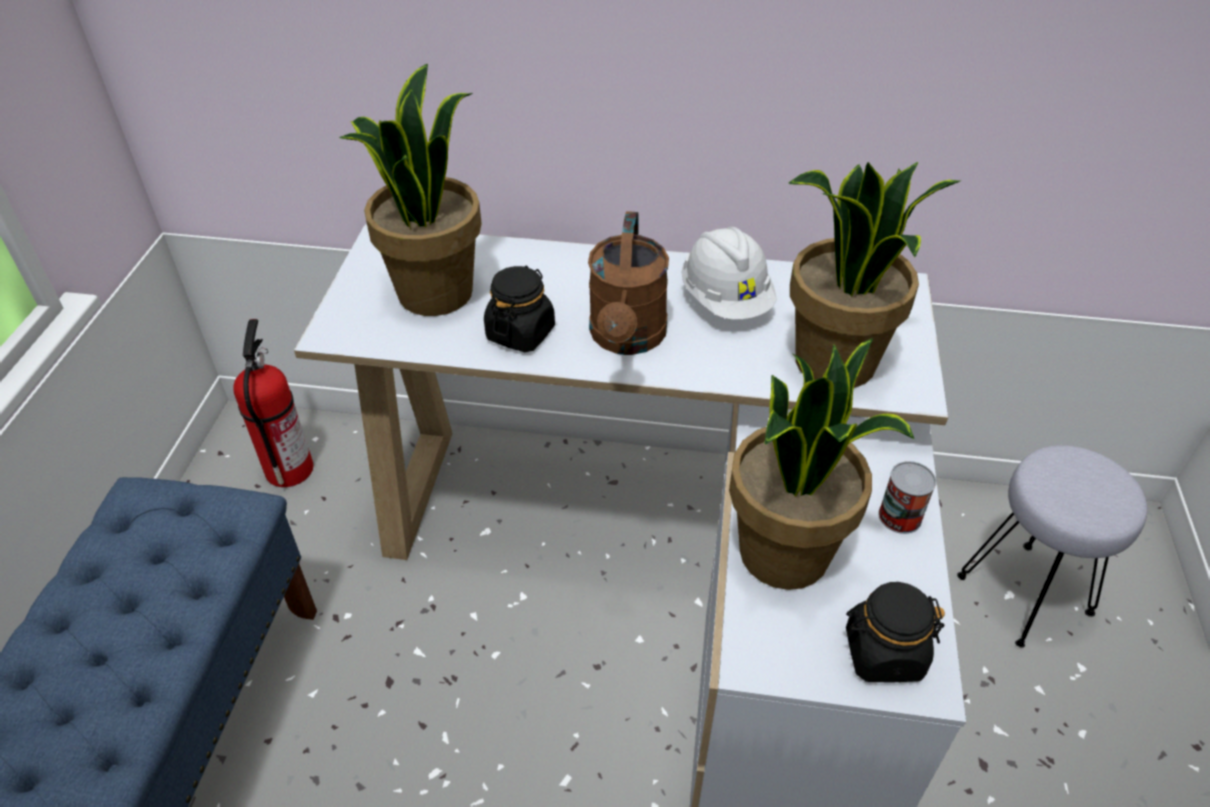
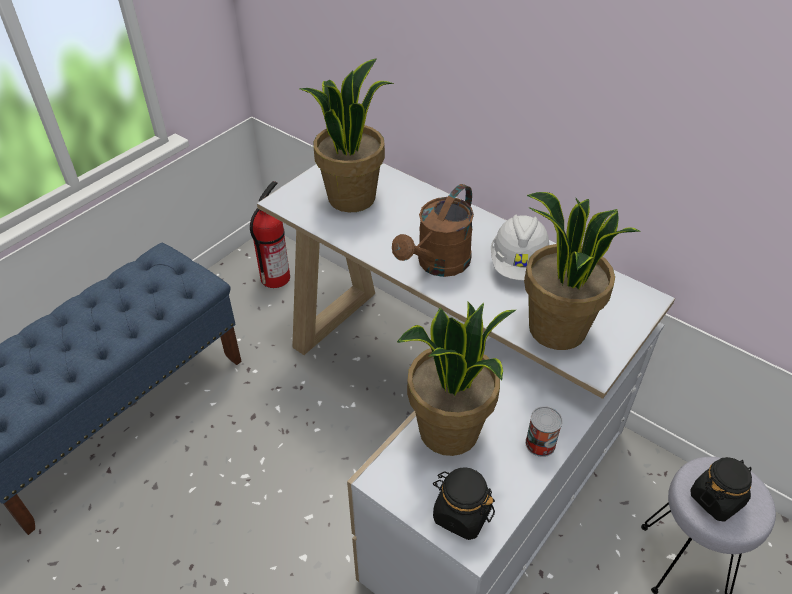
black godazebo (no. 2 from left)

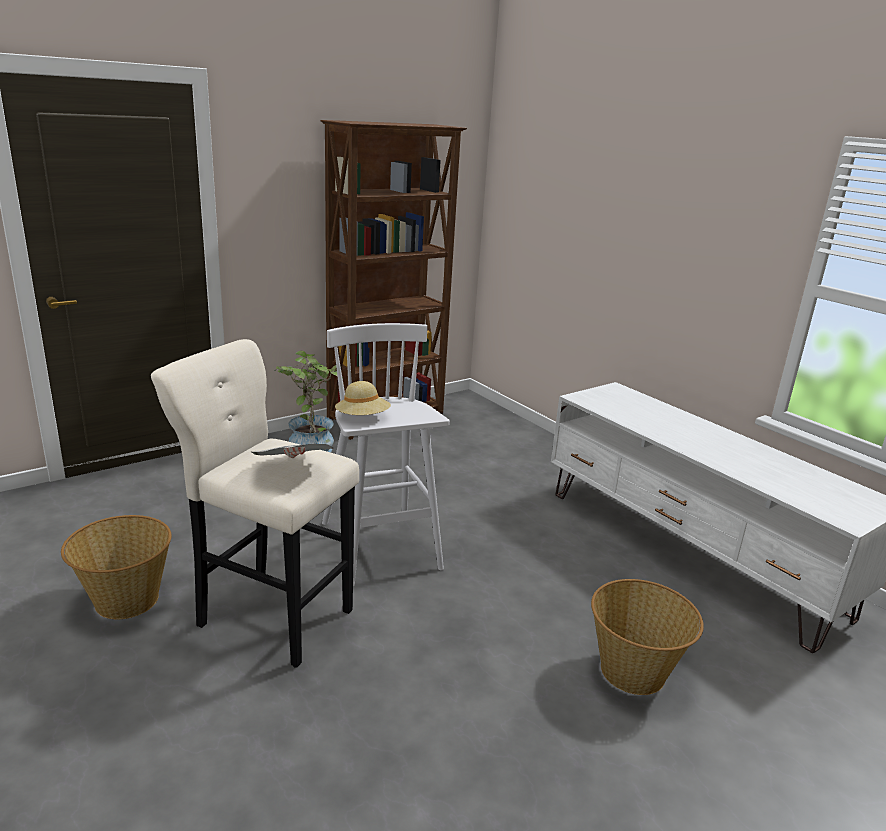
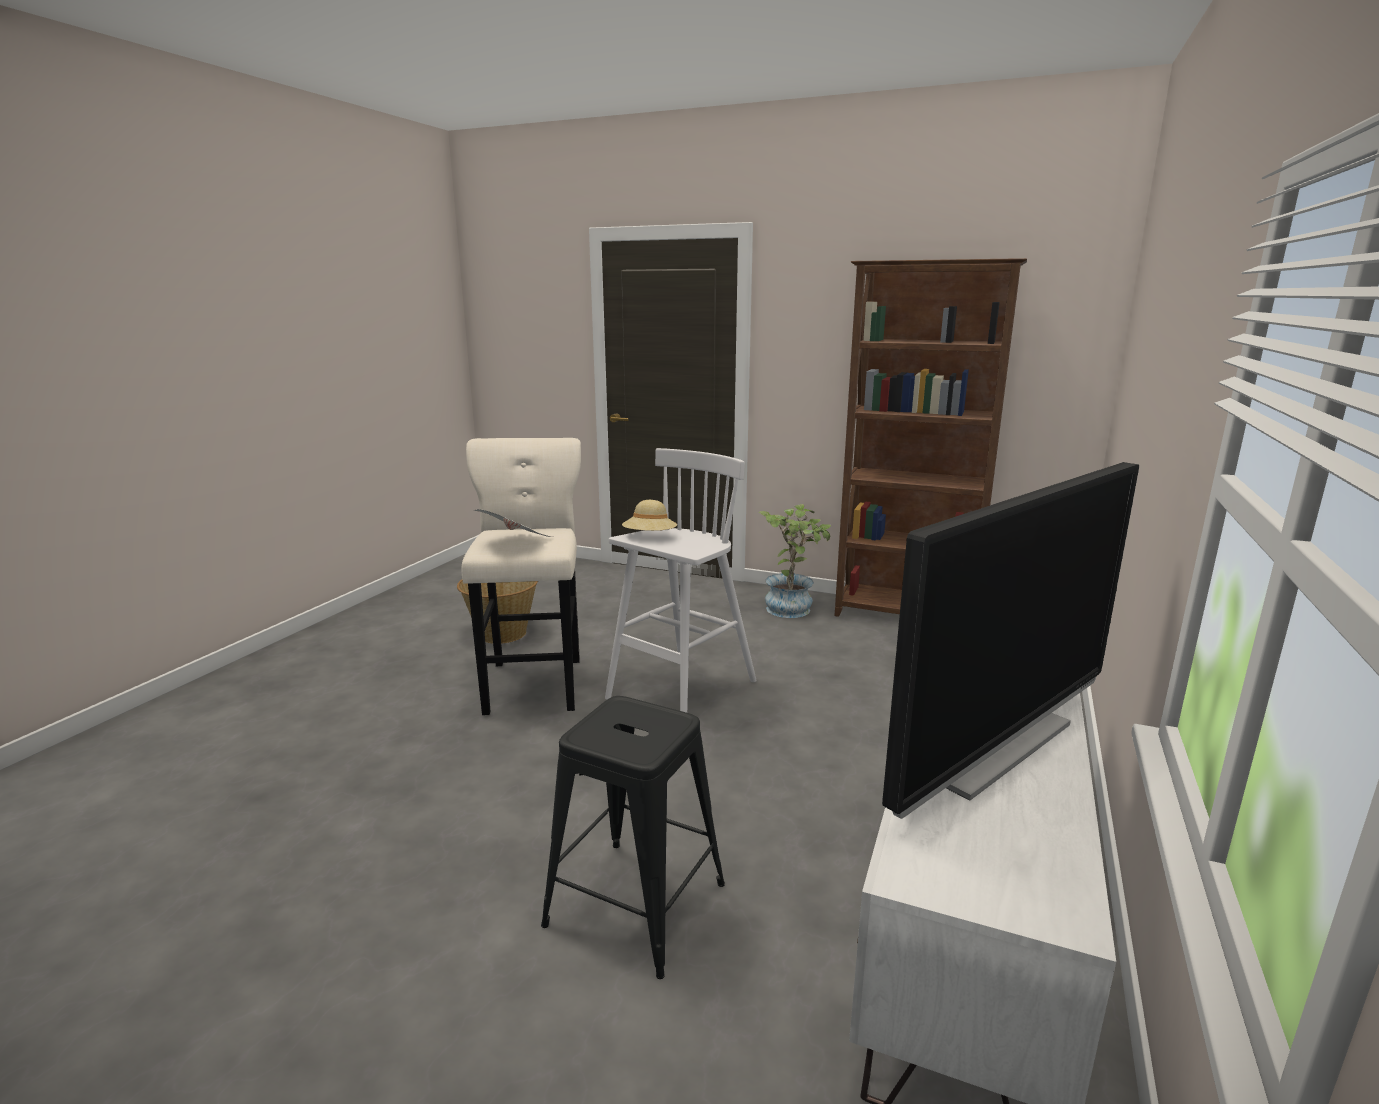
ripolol
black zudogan

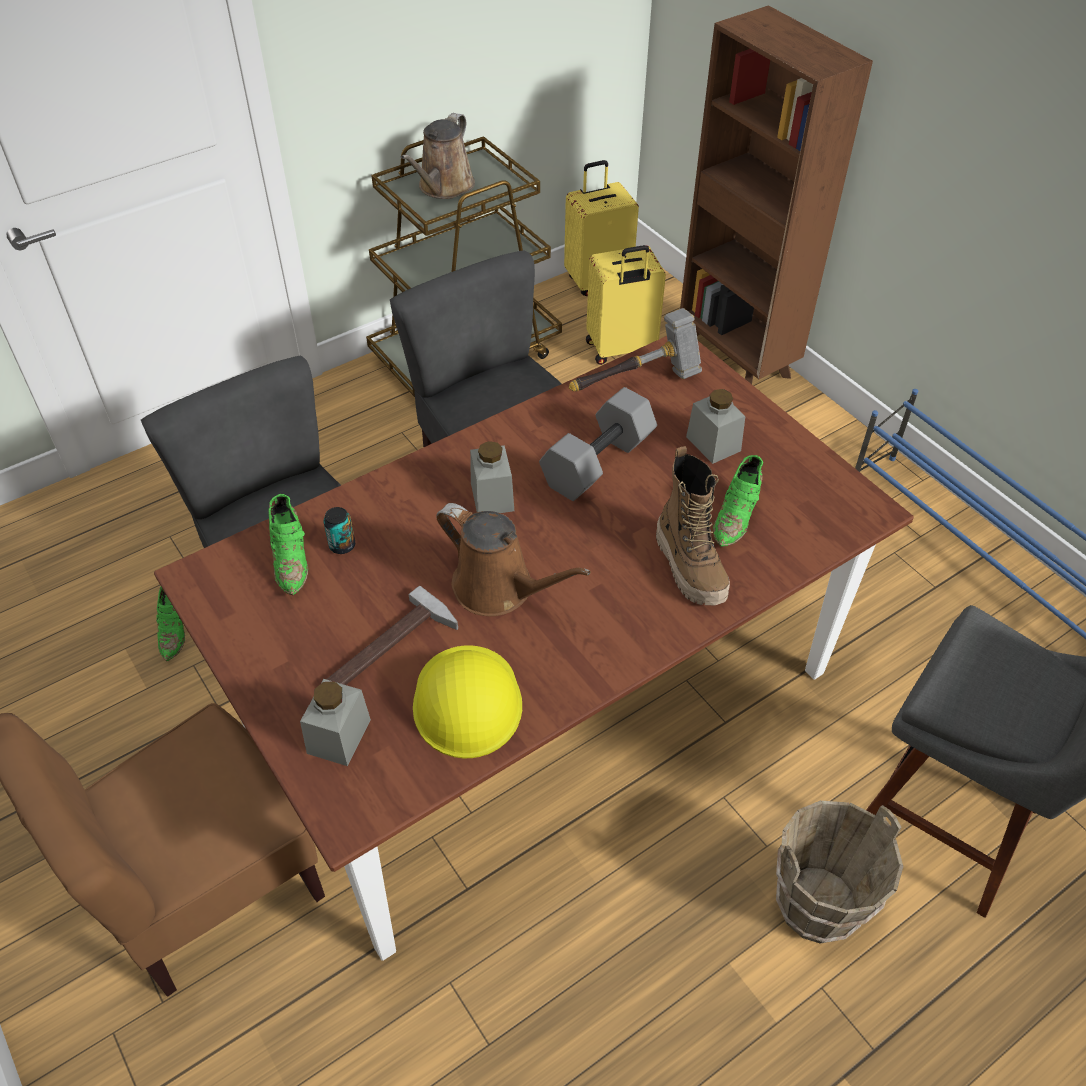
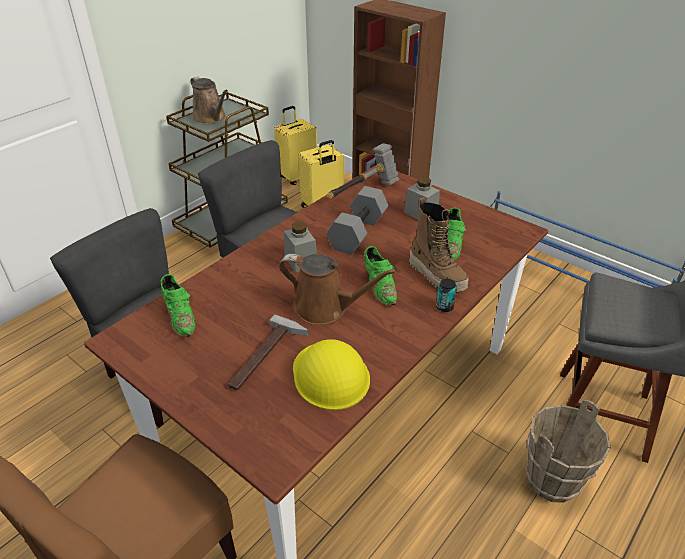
grey godazebo (no. 1 from left in the first image)
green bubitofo (no. 2 from left)
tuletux
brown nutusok (no. 1 from left)

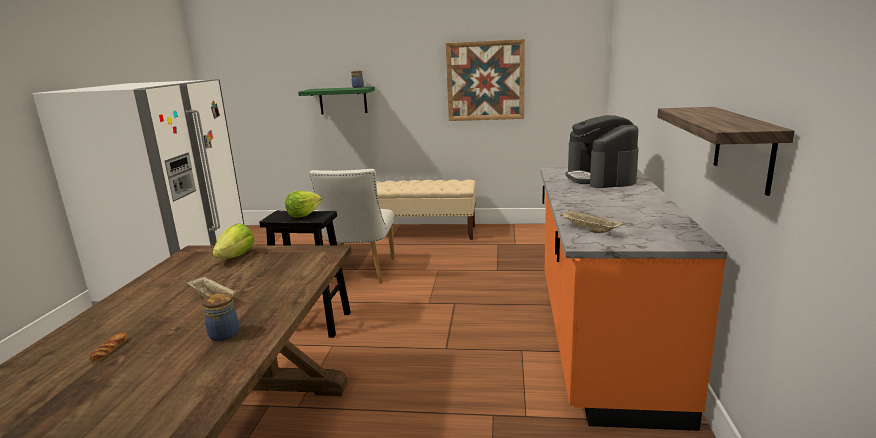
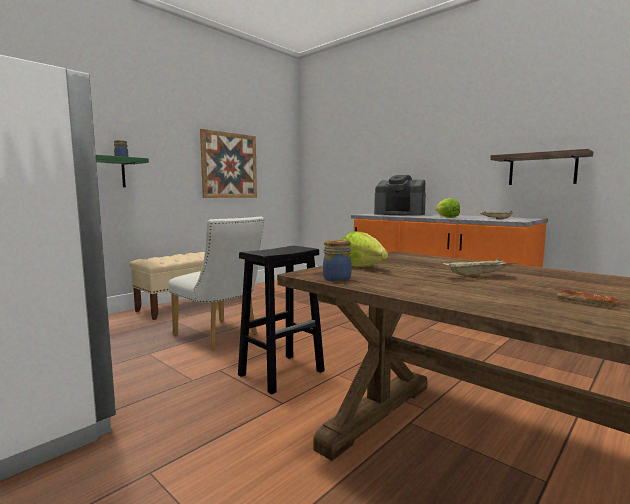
godazebo (no. 2 from left)
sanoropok (no. 2 from left)

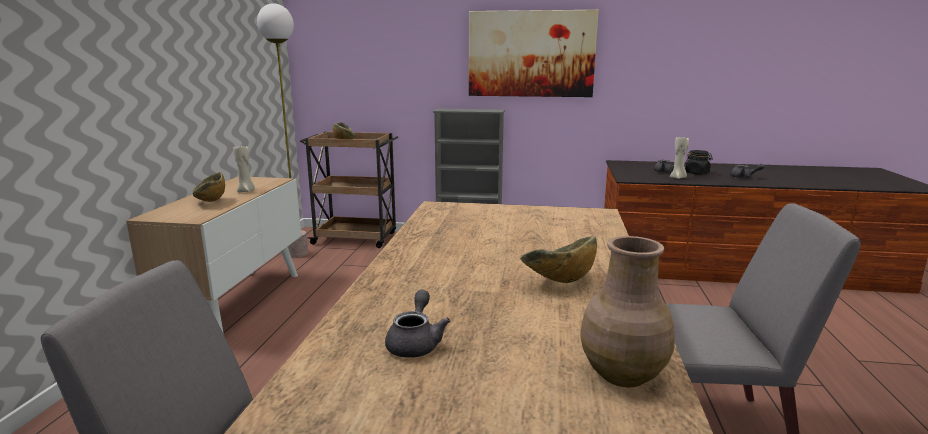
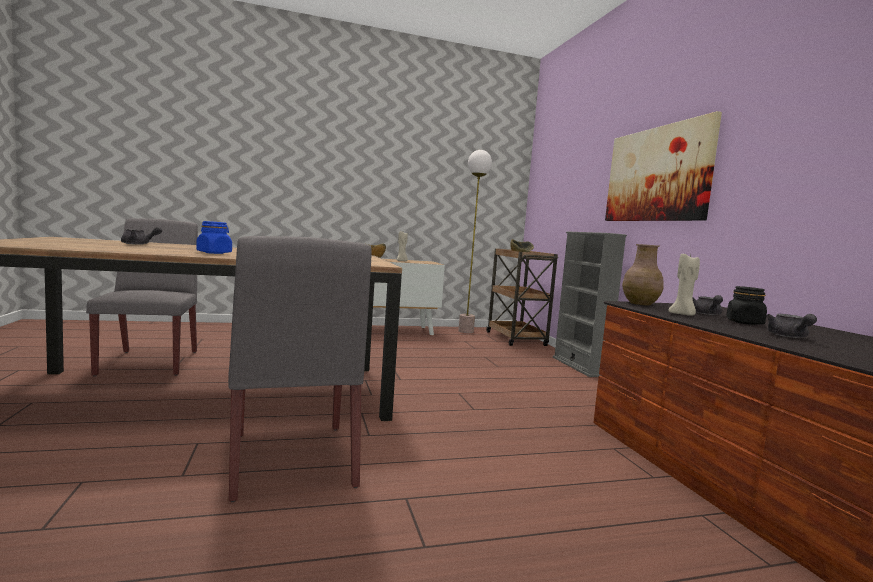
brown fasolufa
blue godazebo

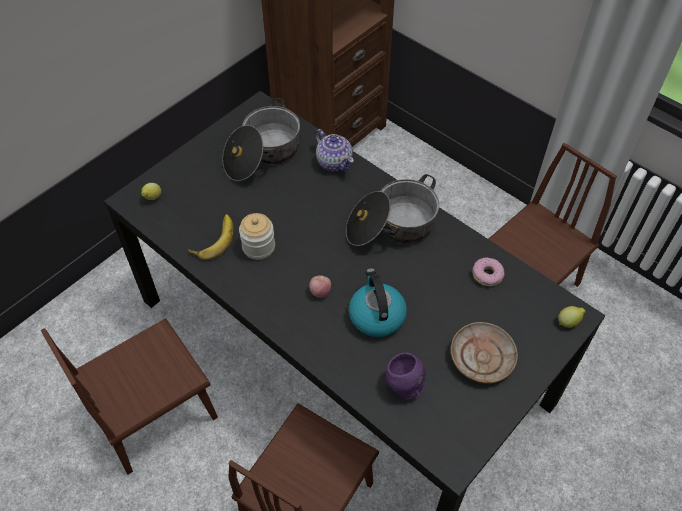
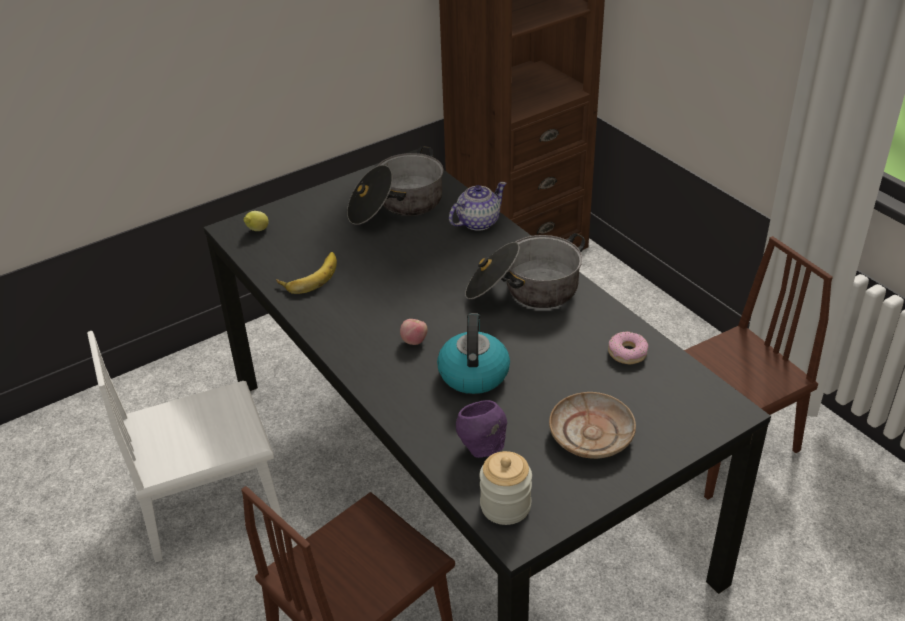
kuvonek (no. 2 from left in the first image)
godazebo
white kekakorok
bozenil

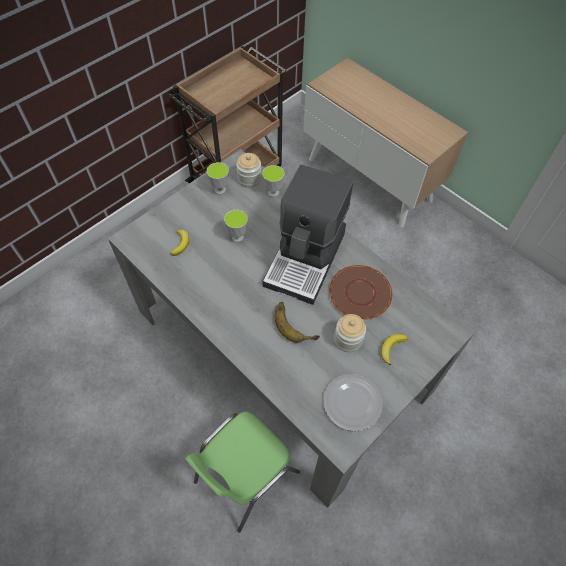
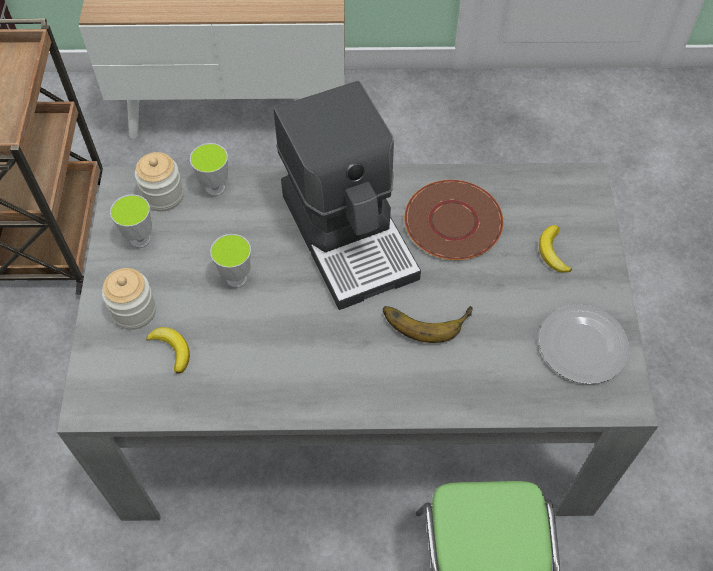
godazebo (no. 1 from left)

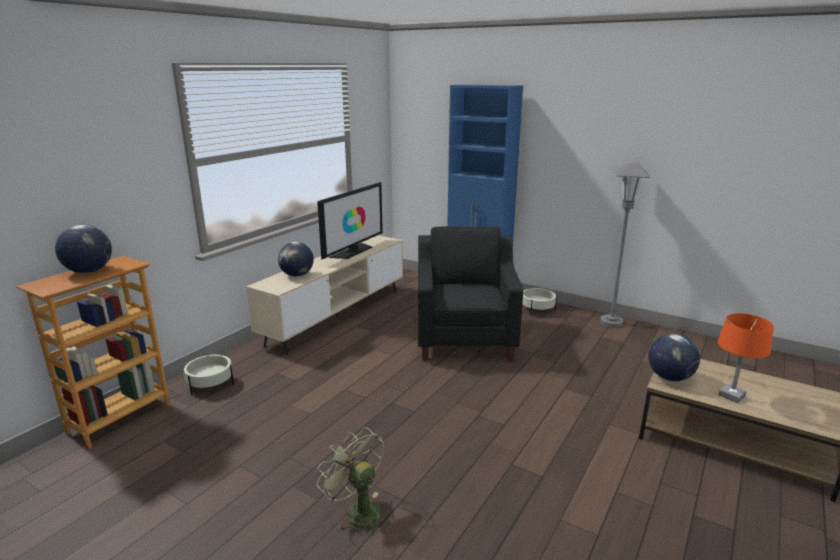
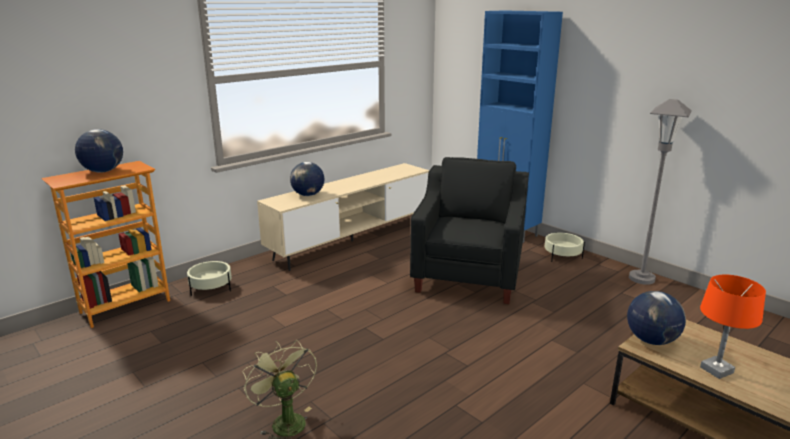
ripolol

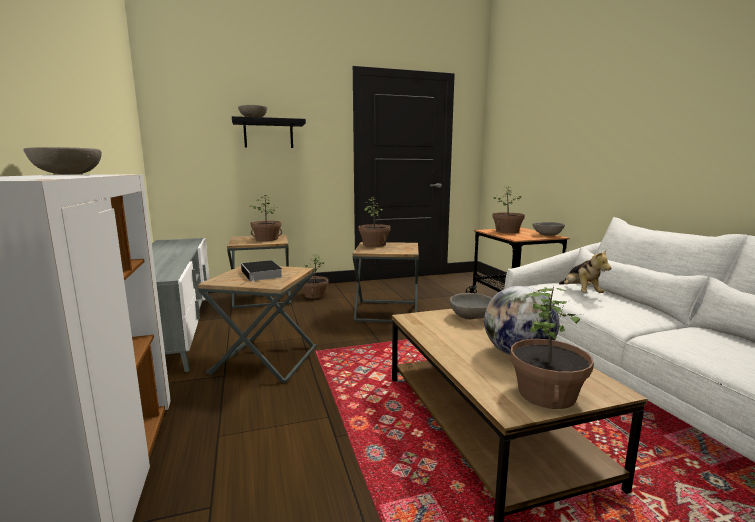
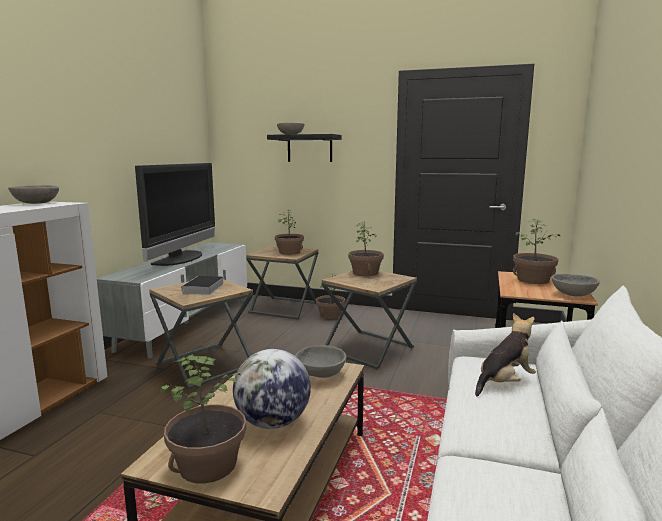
ripolol
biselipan

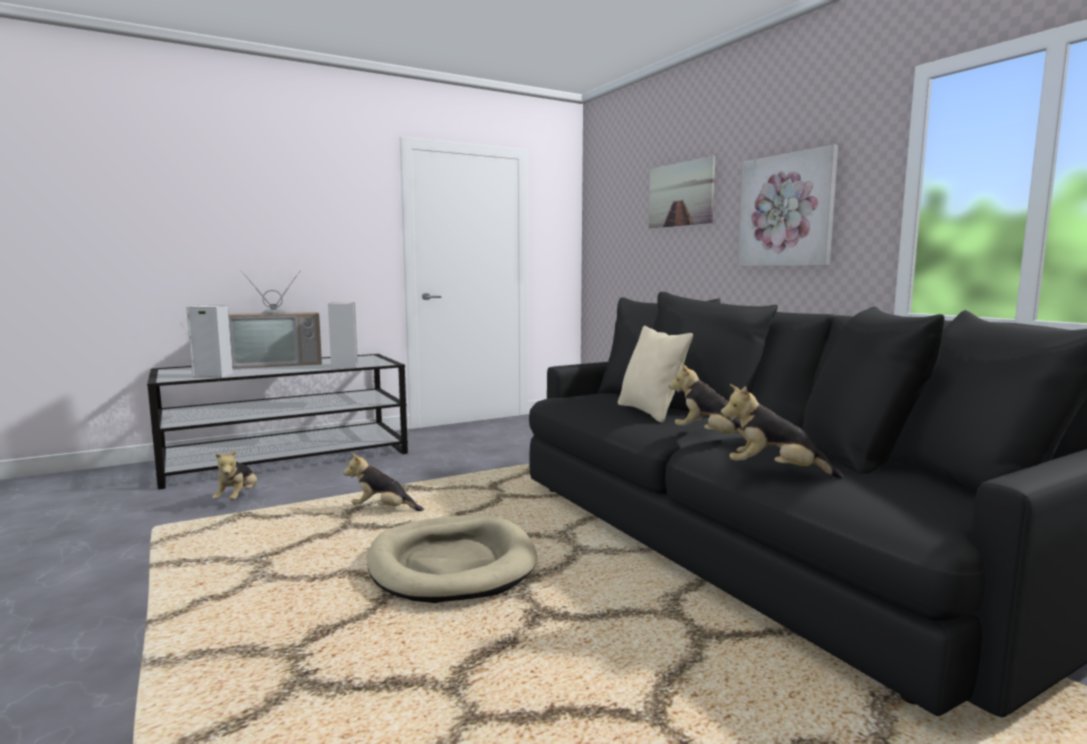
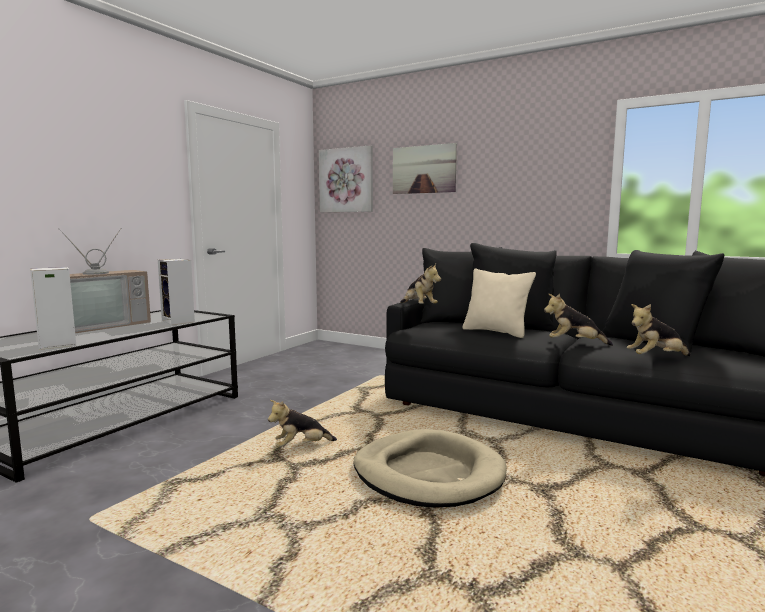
biselipan (no. 2 from left)
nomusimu (no. 1 from left)

